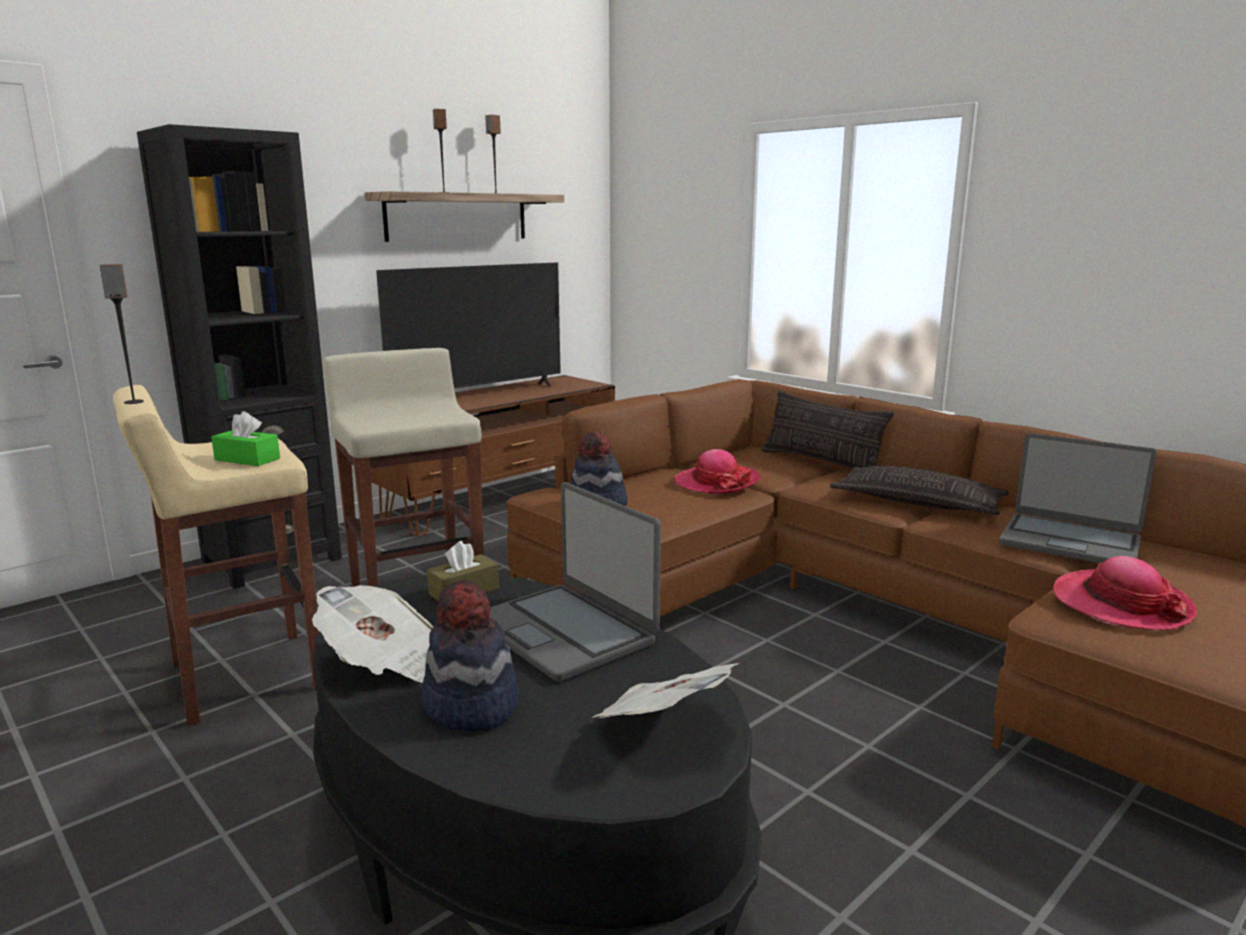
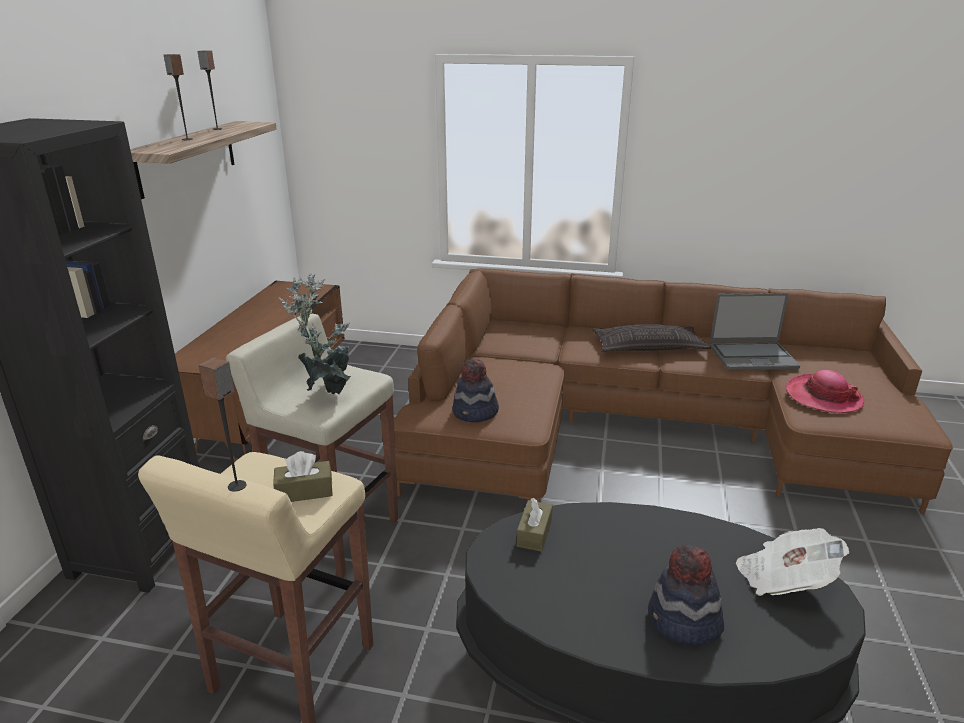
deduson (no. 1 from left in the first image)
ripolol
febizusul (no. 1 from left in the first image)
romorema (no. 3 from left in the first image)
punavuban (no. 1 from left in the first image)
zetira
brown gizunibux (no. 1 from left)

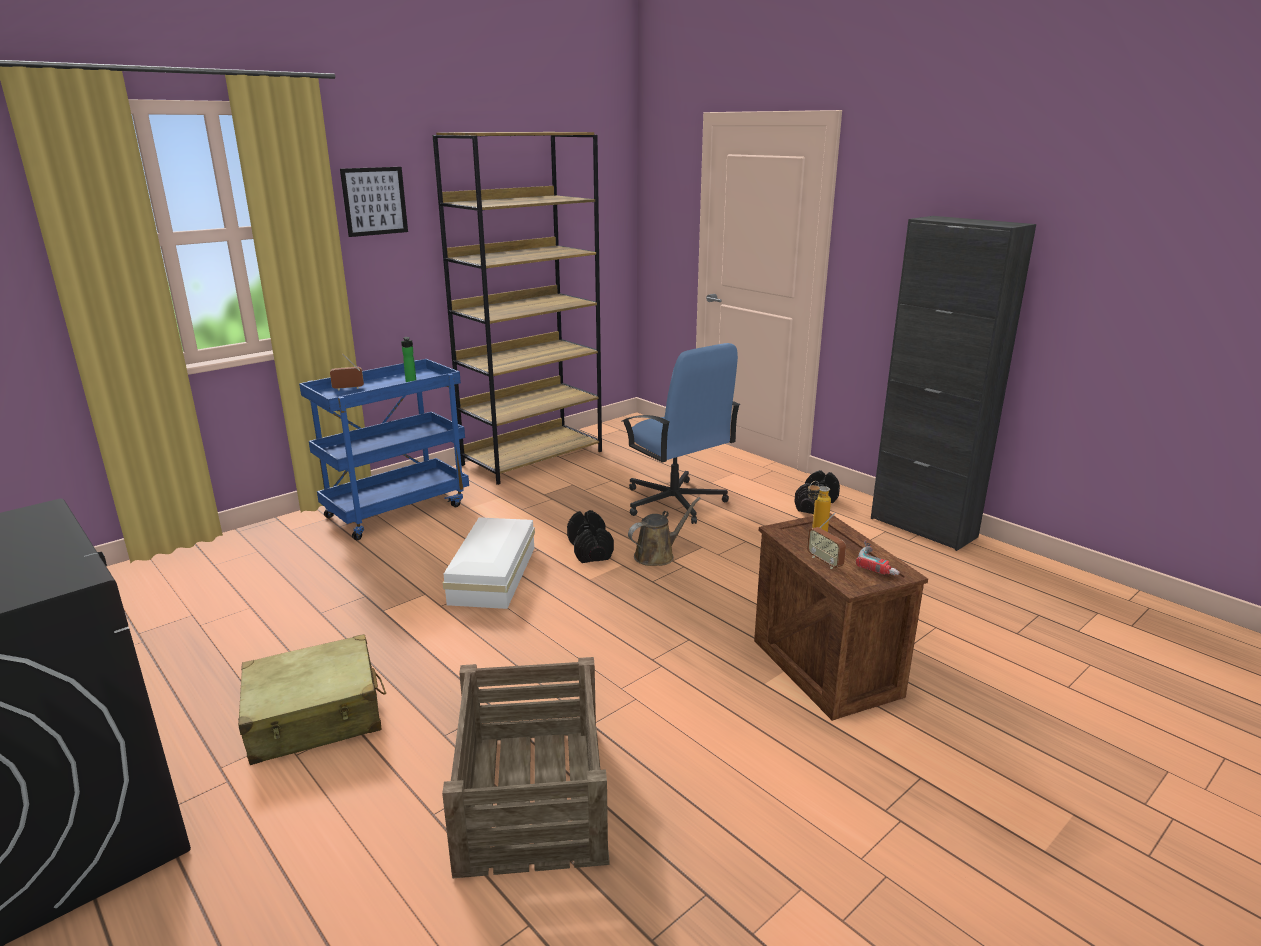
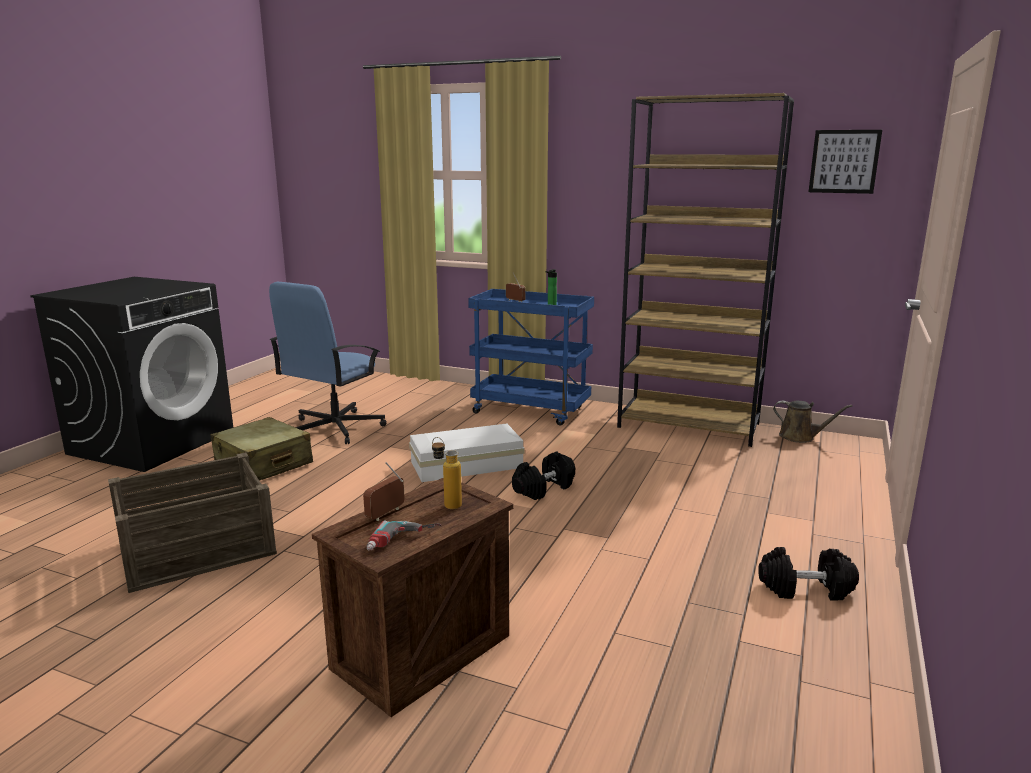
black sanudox
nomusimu
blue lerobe
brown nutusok

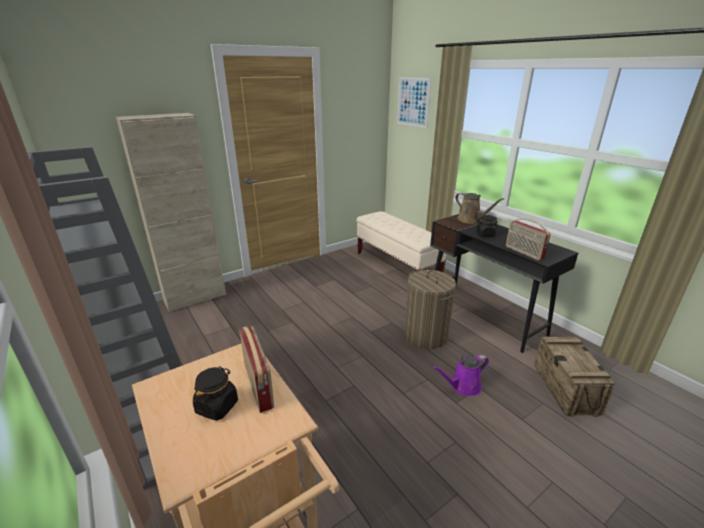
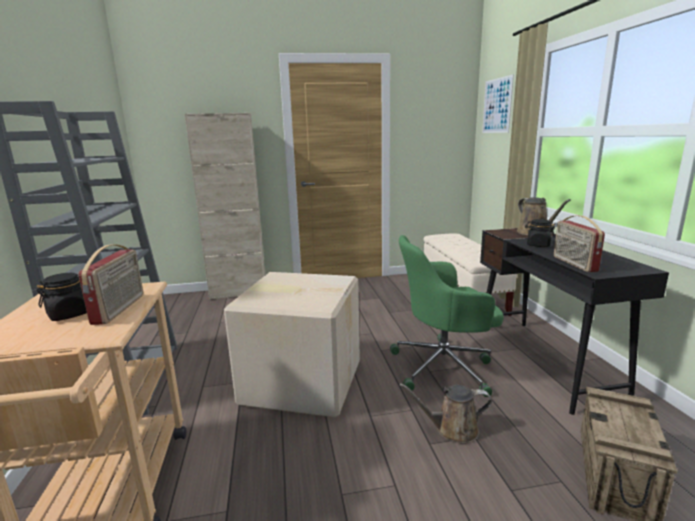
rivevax
green lerobe
brown nutusok (no. 1 from left)

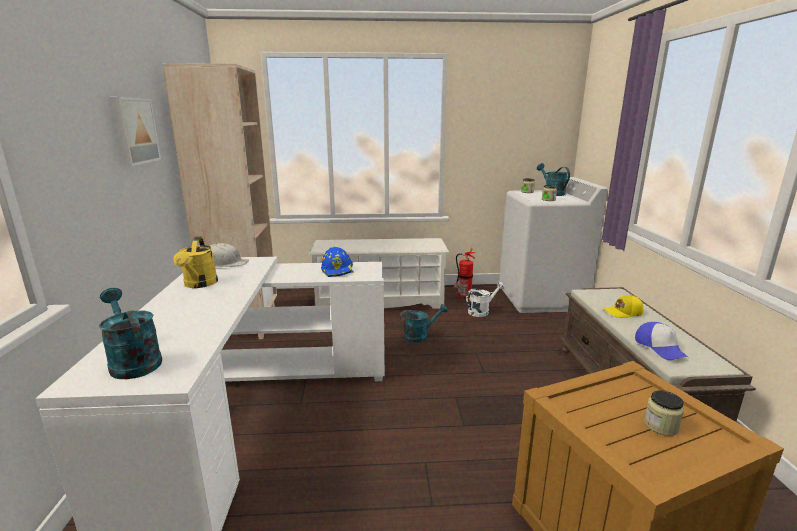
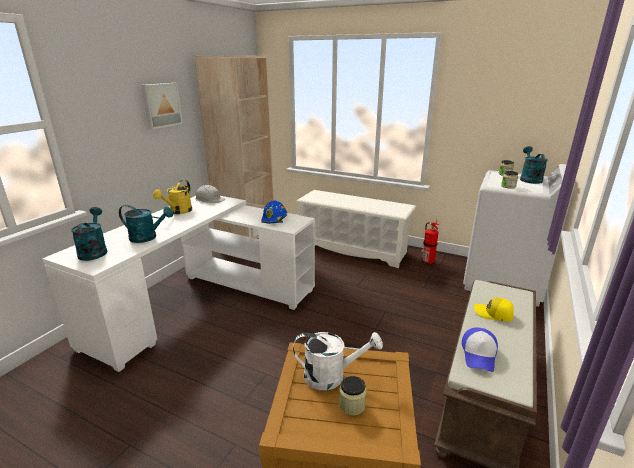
turquoise nutusok (no. 2 from left)
white nutusok

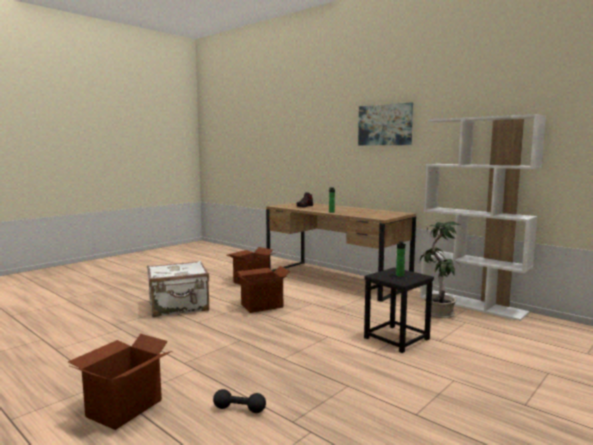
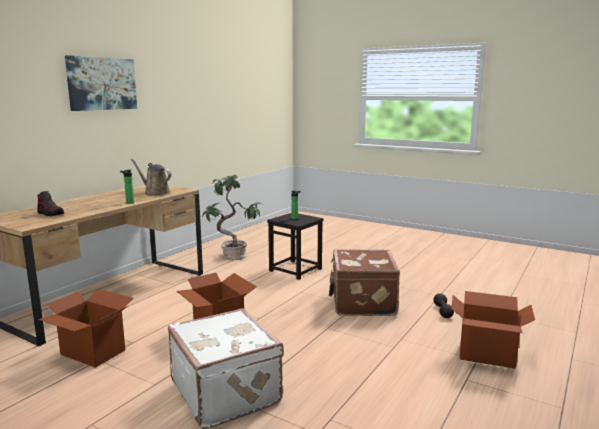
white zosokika
brown nutusok
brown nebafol

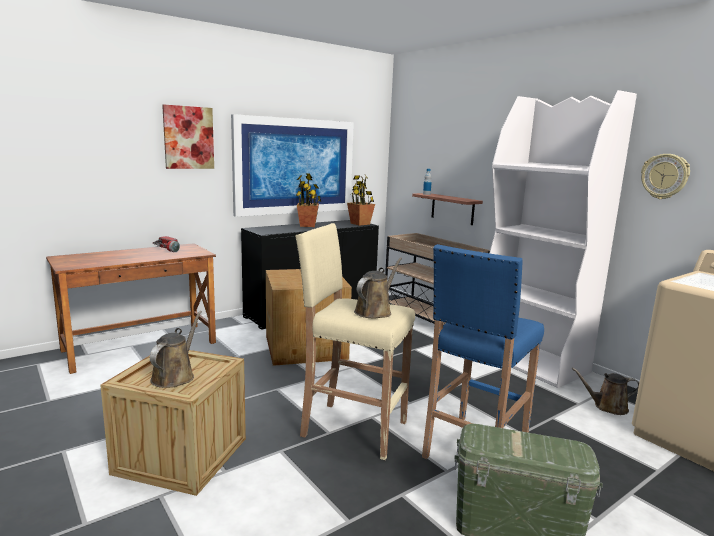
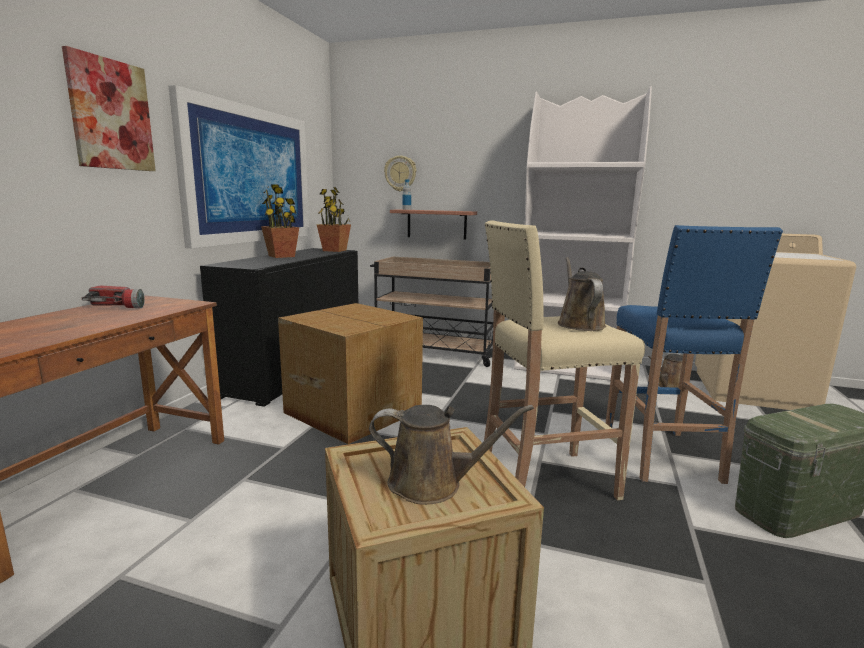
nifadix
brown nutusok (no. 1 from left)

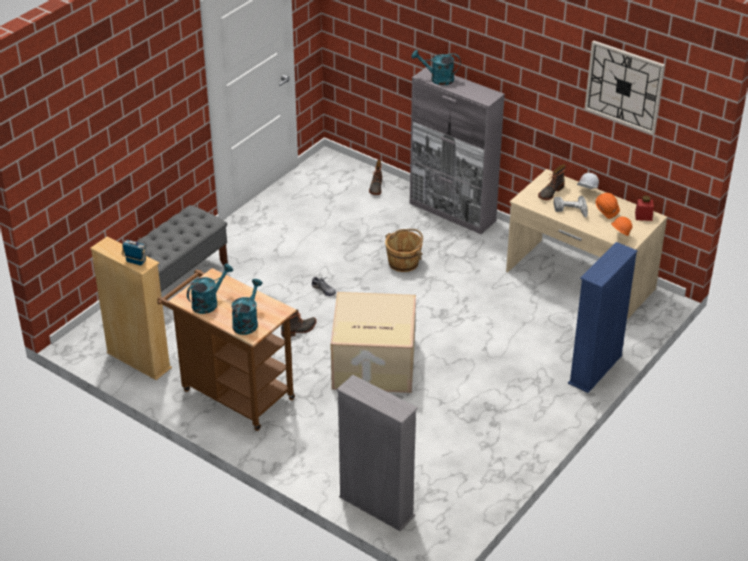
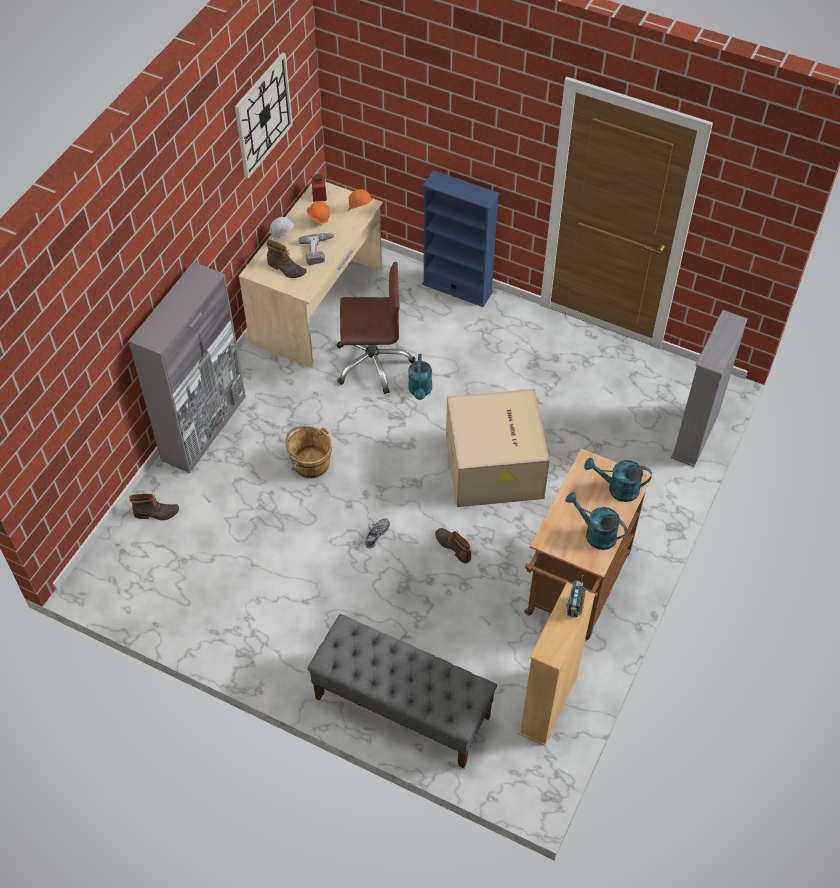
brown lerobe
turquoise nutusok (no. 1 from left)

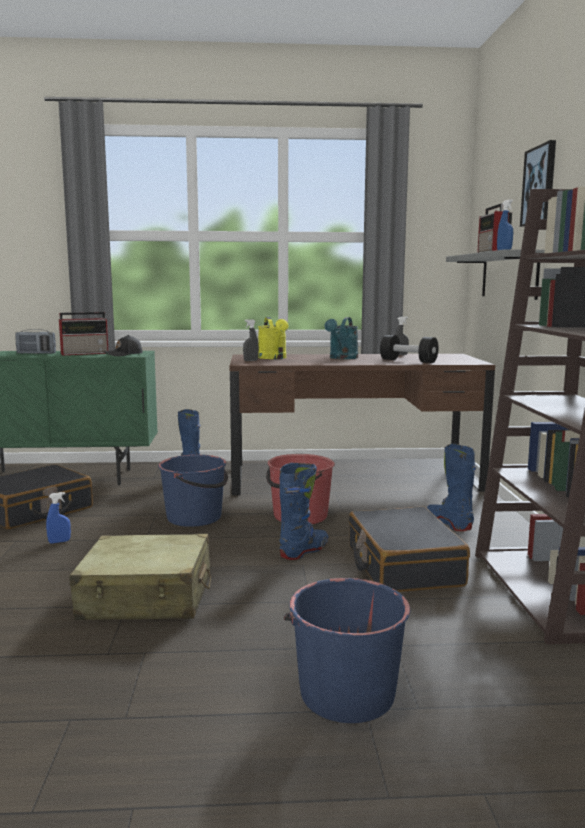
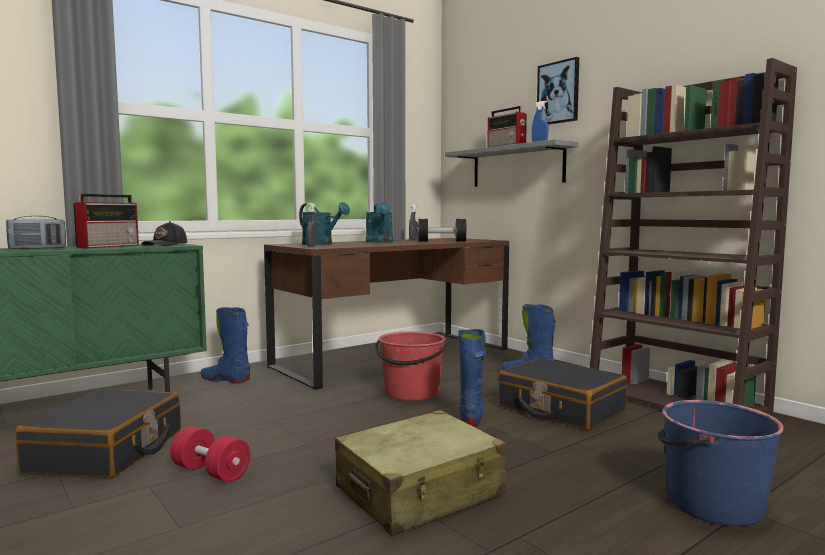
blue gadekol (no. 1 from left in the first image)
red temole
turquoise nutusok (no. 1 from left)

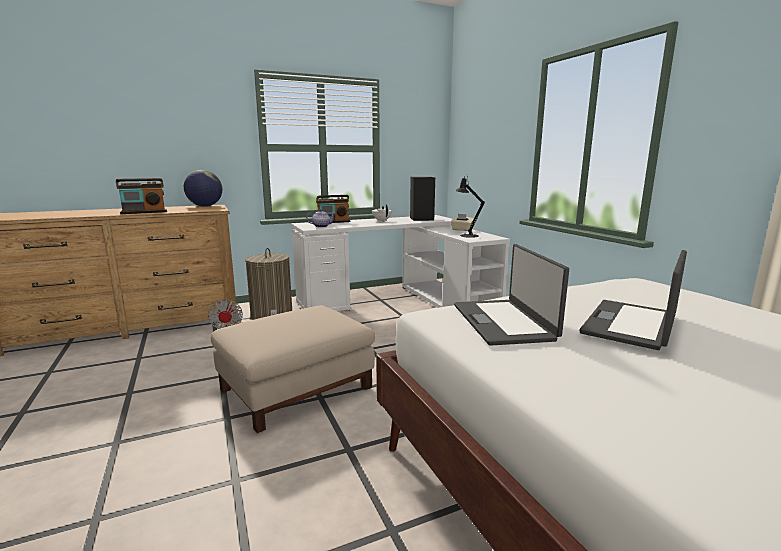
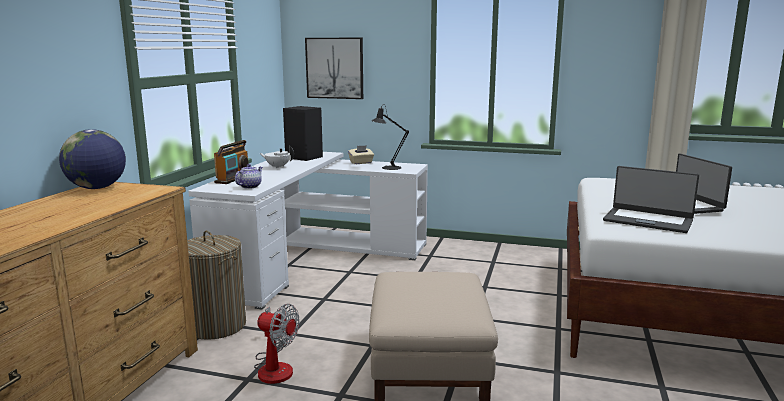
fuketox (no. 1 from left in the first image)
nomusimu

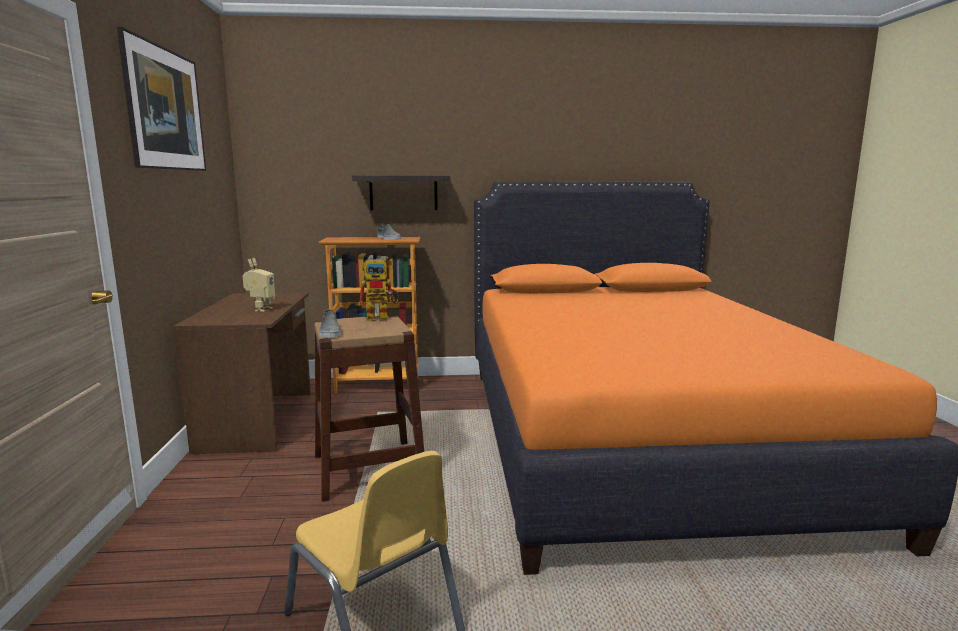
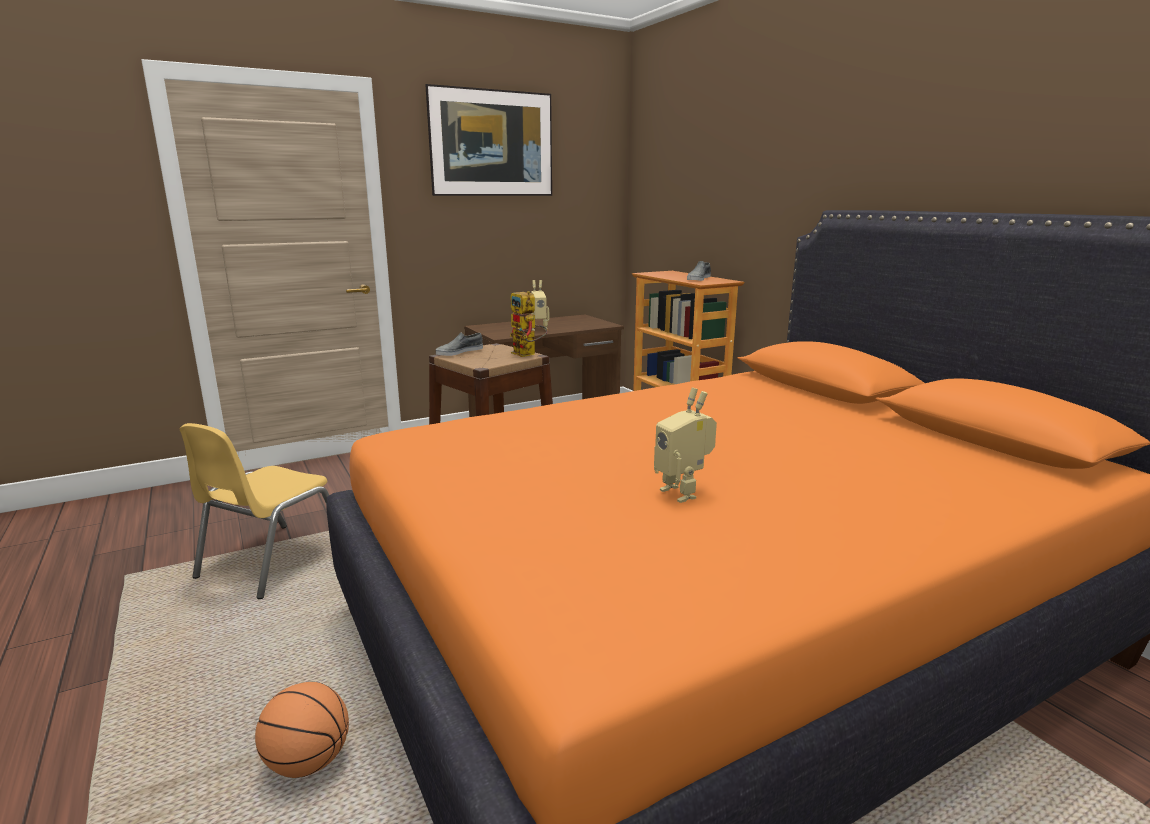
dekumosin
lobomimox
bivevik (no. 3 from left)

